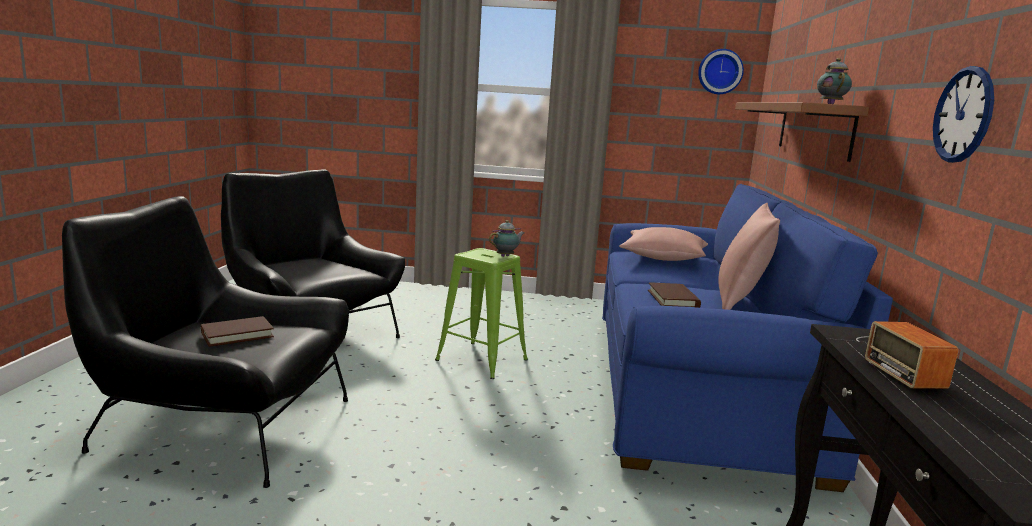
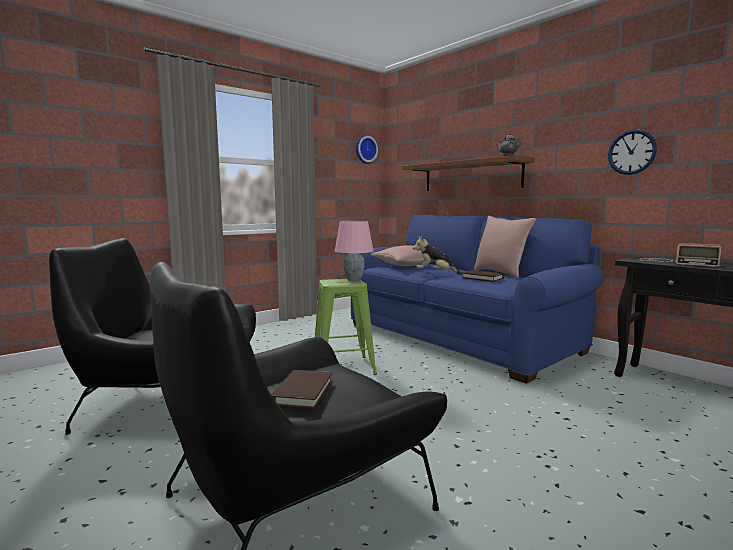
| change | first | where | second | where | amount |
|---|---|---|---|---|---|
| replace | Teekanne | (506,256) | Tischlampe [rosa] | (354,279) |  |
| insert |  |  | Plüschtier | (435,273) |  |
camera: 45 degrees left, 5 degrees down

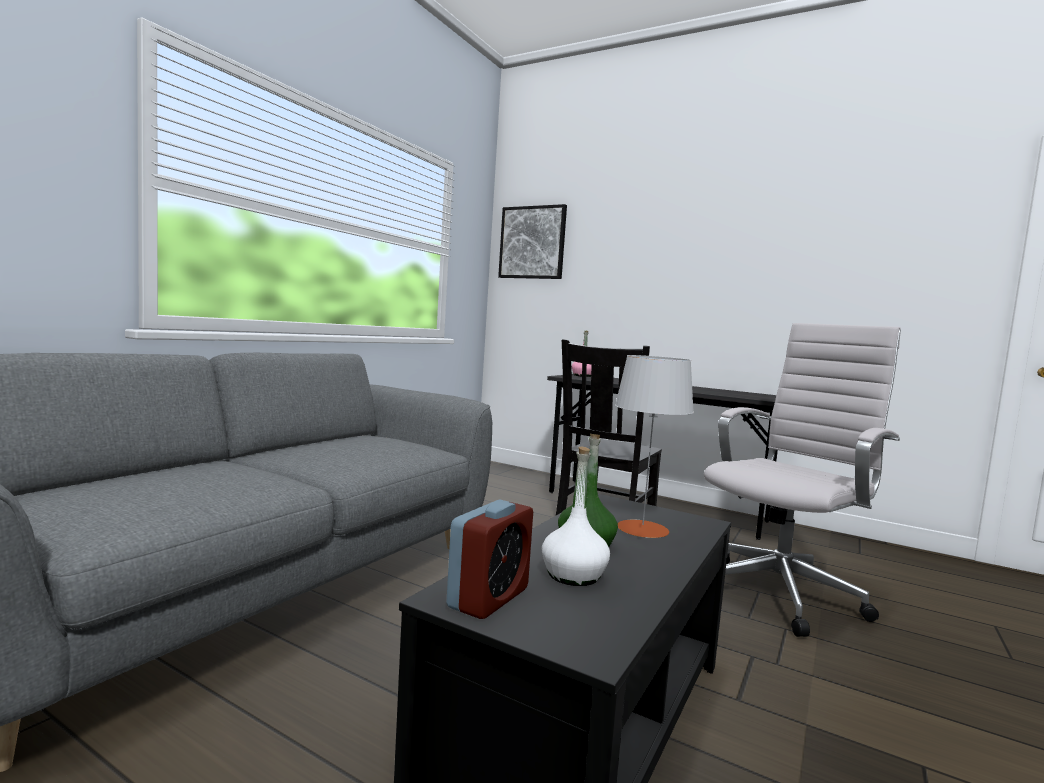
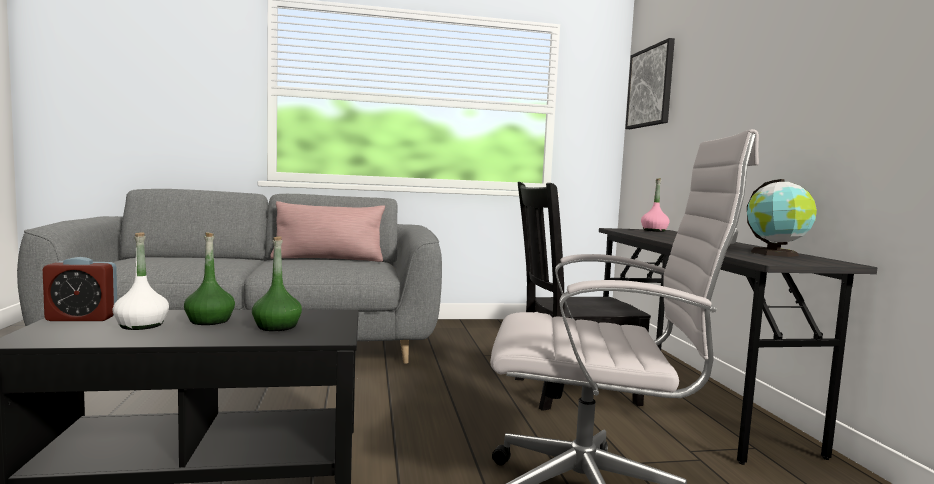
| change | first | where | second | where | amount |
|---|---|---|---|---|---|
| replace | Tischlampe [grau] | (642,529) | Flasche [grün] | (277,327) |  |
| insert |  |  | Globus | (776,254) |  |
| insert |  |  | Kissen [rosa] | (328,259) |  |
camera: 50 degrees right, 0 degrees up

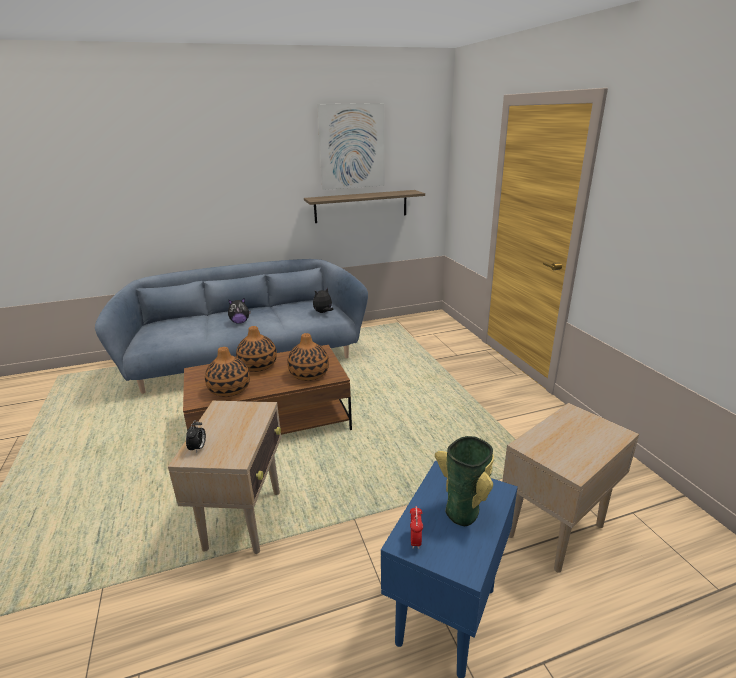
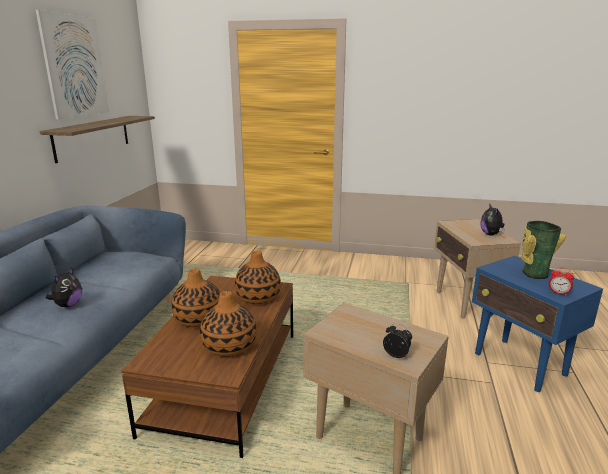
| change | first | where | second | where | amount |
|---|---|---|---|---|---|
| move | Plüschtier | (323,312) |  | (491,234) |  |
camera: 60 degrees left, 5 degrees down

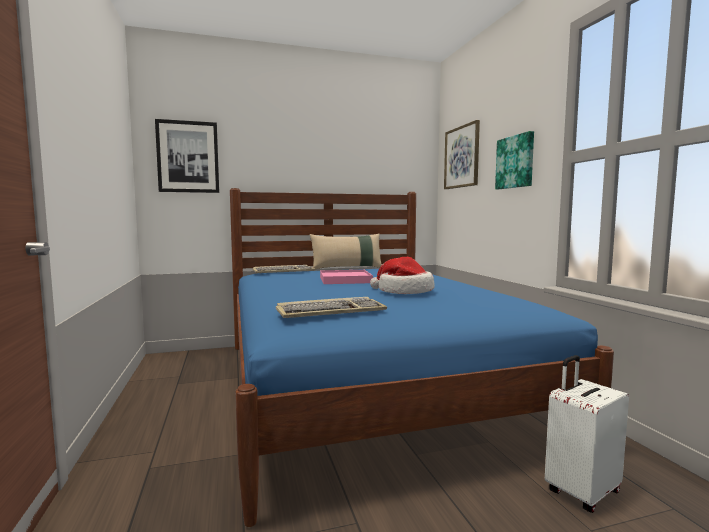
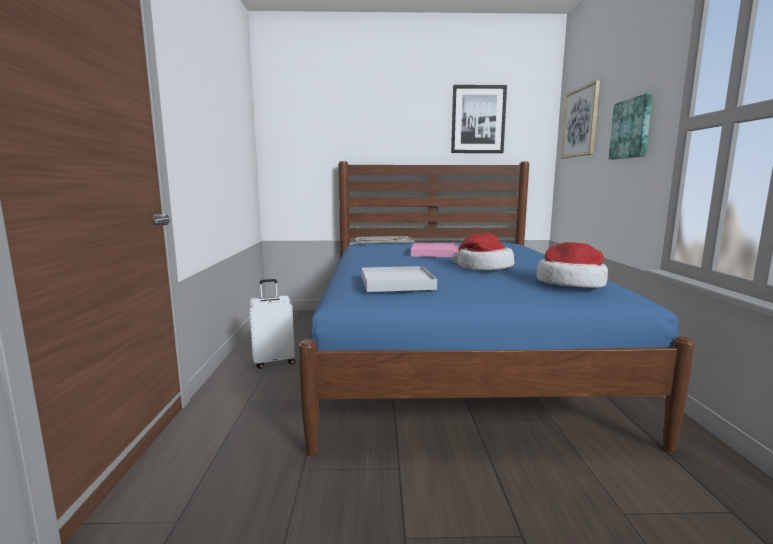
| change | first | where | second | where | amount |
|---|---|---|---|---|---|
| move | Bild | (188,157) |  | (478,119) |  |
| delete | Kissen [beige] | (347,268) |  |  |  |
| replace | Tastatur | (331,311) | Tablett [weiß] | (397,283) |  |
| move | Koffer [weiß] | (581,491) |  | (274,361) |  |
| insert |  |  | Hut | (571,283) |  |
camera: 15 degrees right, 5 degrees up

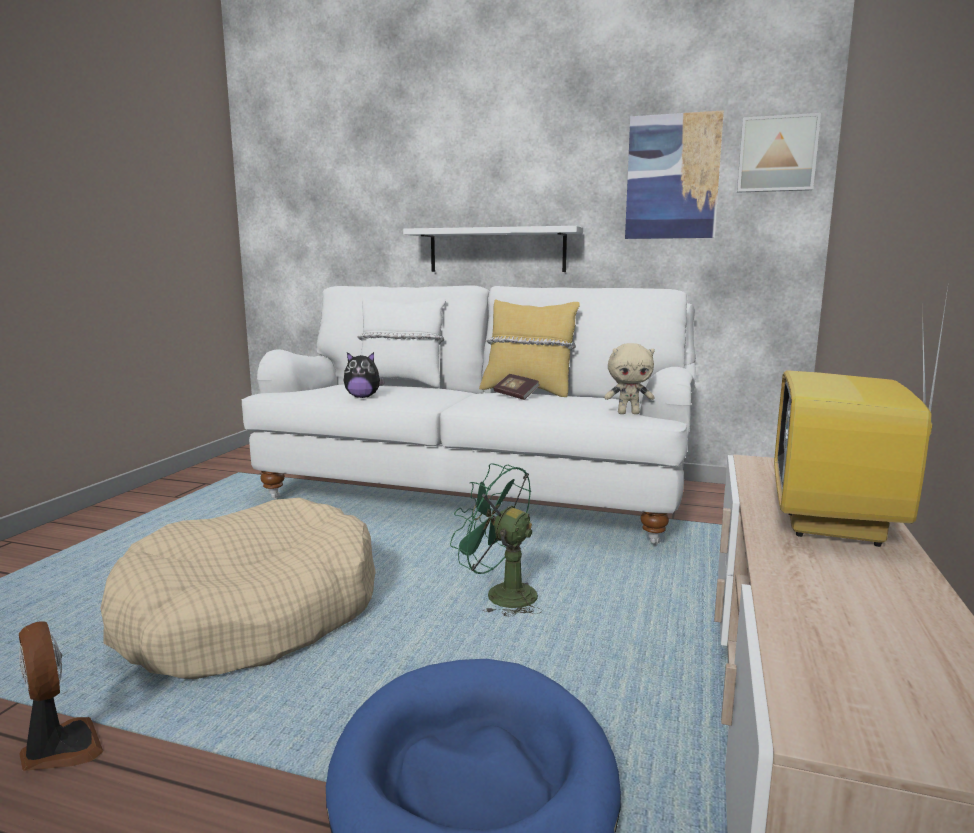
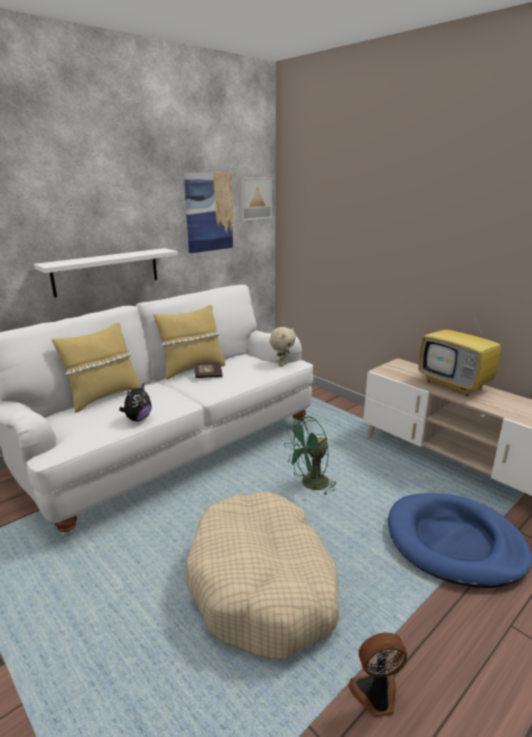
| change | first | where | second | where | amount |
|---|---|---|---|---|---|
| recolor | Kissen [weiß] | (400,383) | Kissen [gelb] | (104,397) |  |
camera: 60 degrees left, 10 degrees up

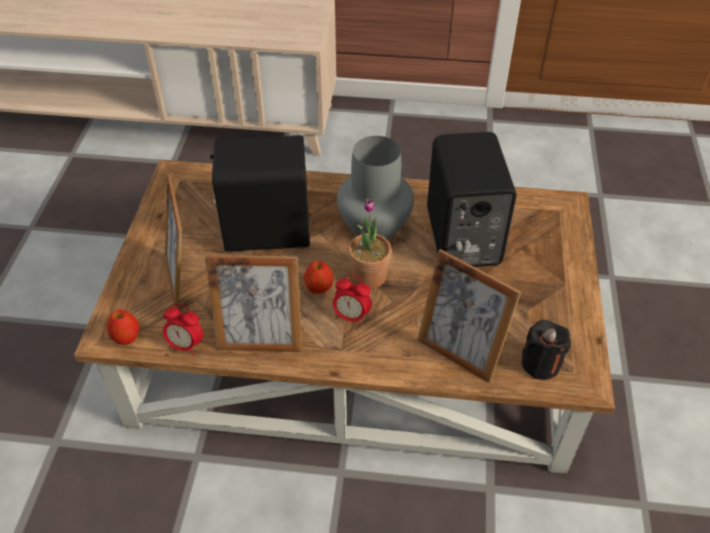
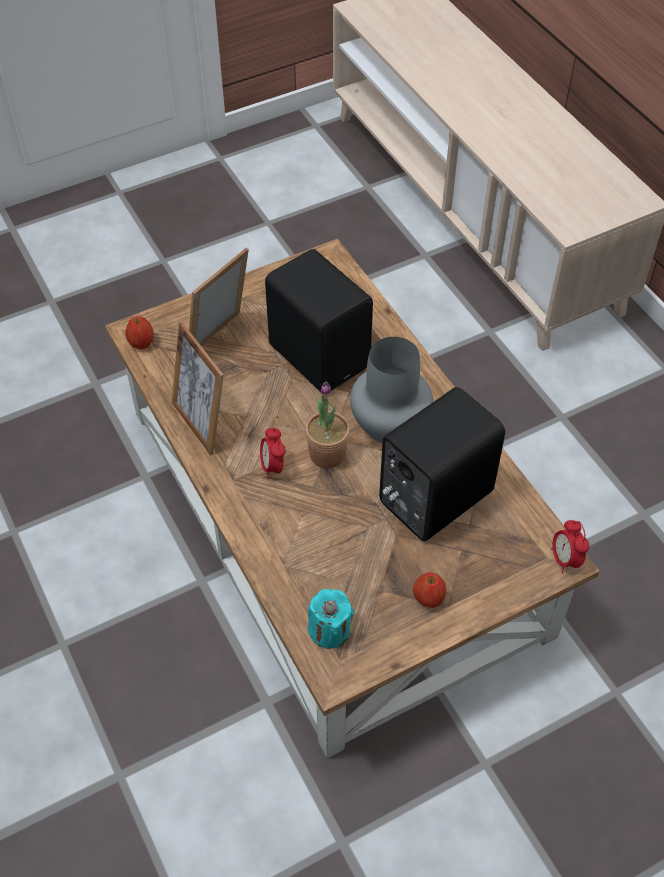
| change | first | where | second | where | amount |
|---|---|---|---|---|---|
| delete | Bilderrahmen | (459,353) |  |  |  |
| move | Apfel | (319,288) |  | (428,599) |  |
| move | Wecker | (185,345) |  | (565,559) |  |
| recolor | Kerze [schwarz] | (540,363) | Kerze [türkis] | (329,630) |  |
camera: 55 degrees right, 5 degrees up

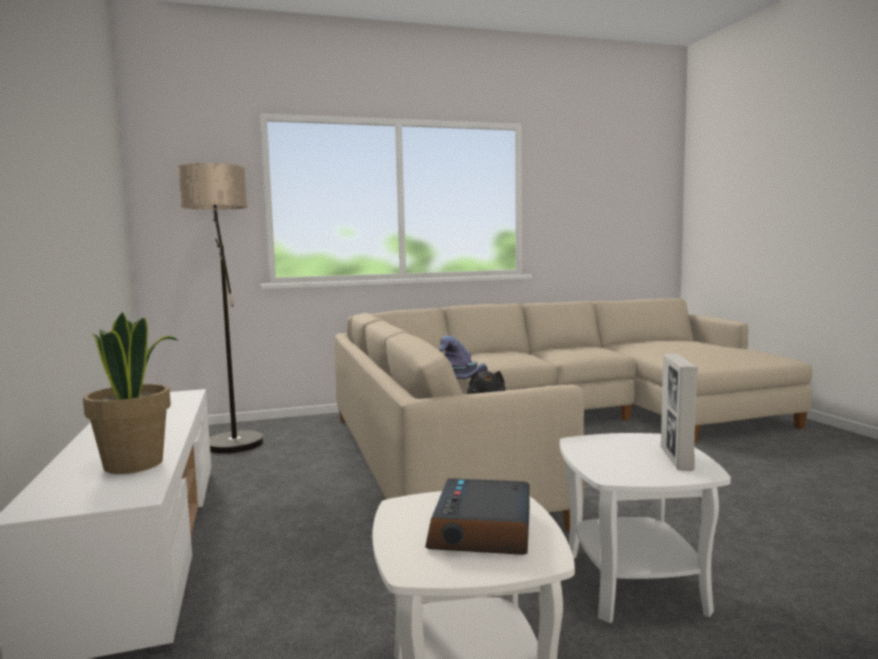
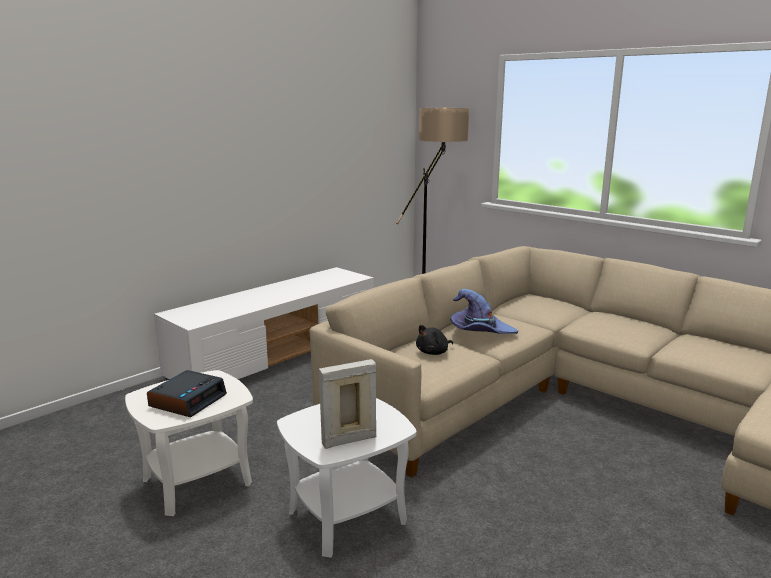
| change | first | where | second | where | amount |
|---|---|---|---|---|---|
| delete | Topfpflanze | (135,464) |  |  |  |
| rotate | Wecker | (482,530) |  | (188,400) | 135 degrees clockwise |
camera: 60 degrees right, 10 degrees up

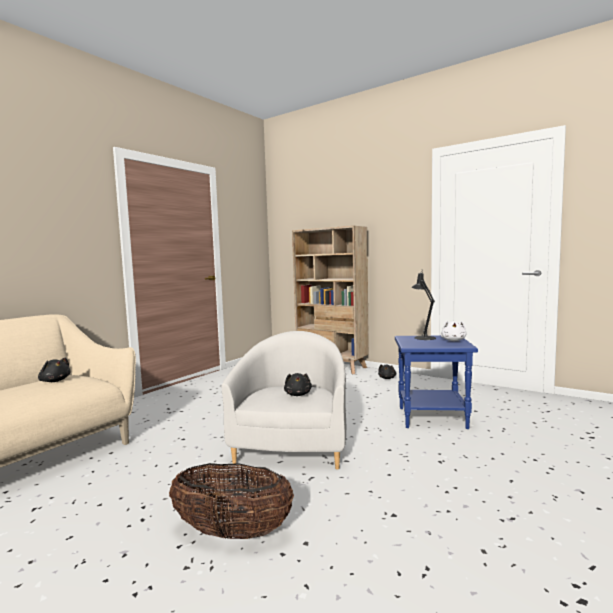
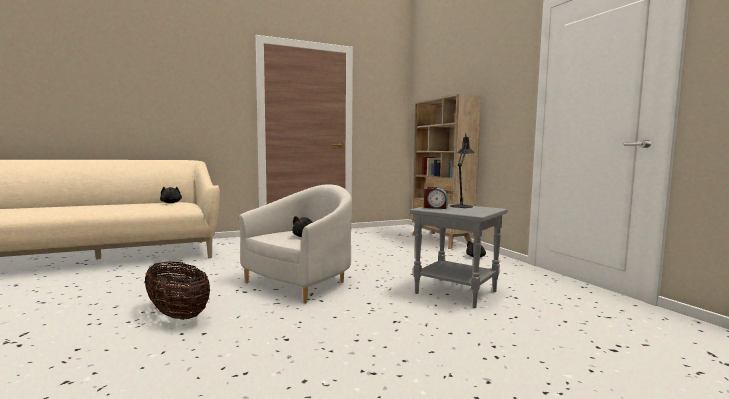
| change | first | where | second | where | amount |
|---|---|---|---|---|---|
| delete | Plüschtier [weiß] | (453,340) |  |  |  |
| recolor | Beistelltisch [blau] | (432,417) | Beistelltisch [grau] | (457,292) |  |
| insert |  |  | Wecker | (435,207) |  |
camera: 30 degrees right, 0 degrees up

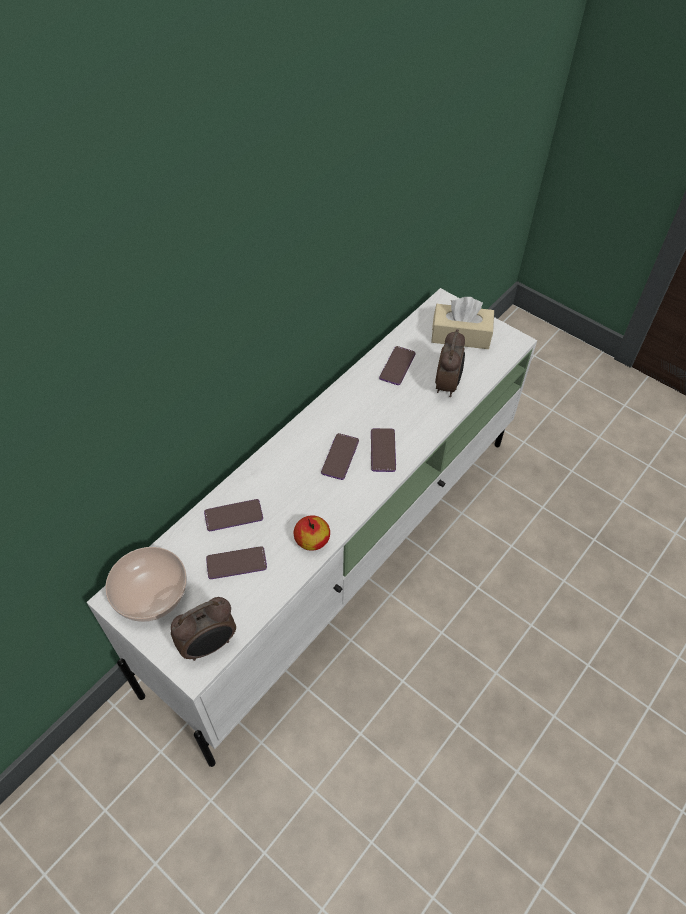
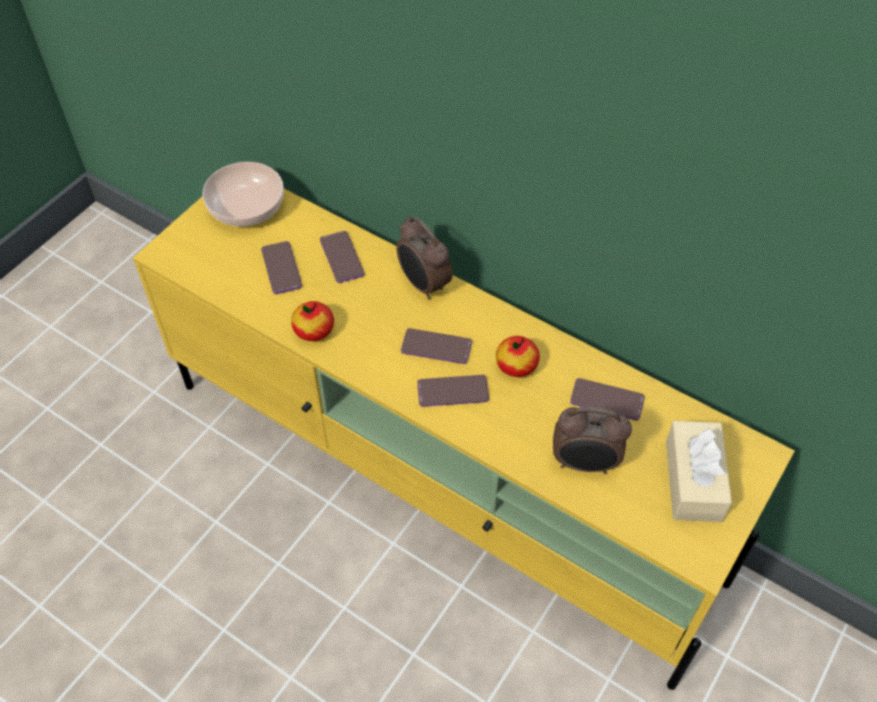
| change | first | where | second | where | amount |
|---|---|---|---|---|---|
| recolor | Fernsehschrank [weiß] | (341,555) | Fernsehschrank [gelb] | (442,482) |  |
| move | Wecker | (209,645) |  | (423,285) |  |
| insert |  |  | Apfel | (516,365) |  |
camera: 85 degrees right, 0 degrees up

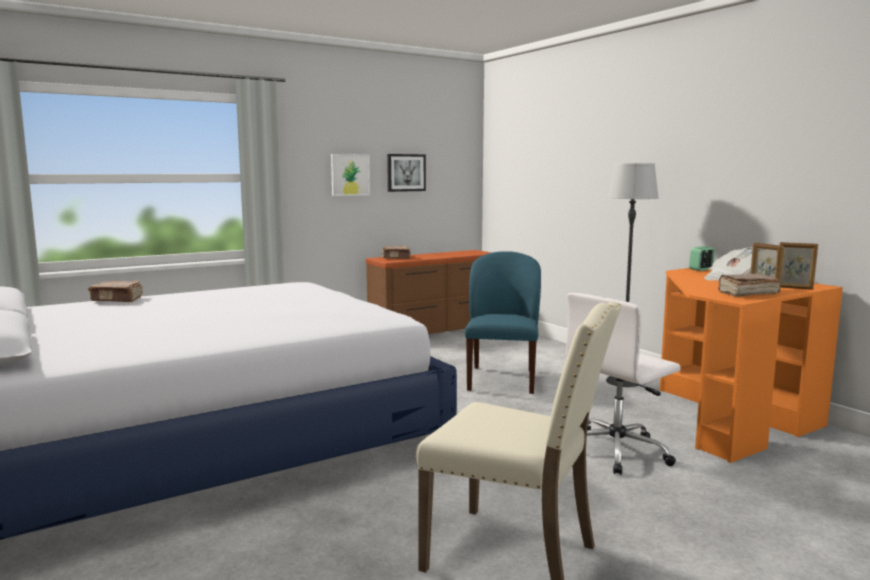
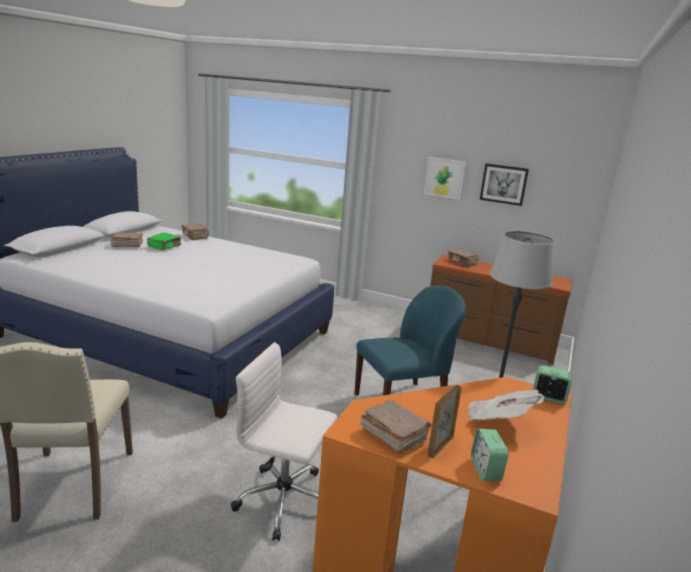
| change | first | where | second | where | amount |
|---|---|---|---|---|---|
| replace | Bilderrahmen | (794,288) | Wecker | (485,470) |  |
| insert |  |  | Buch [grün] | (164,247) |  |
| insert |  |  | Buch [braun] | (127,245) |  |
camera: 55 degrees right, 10 degrees up

